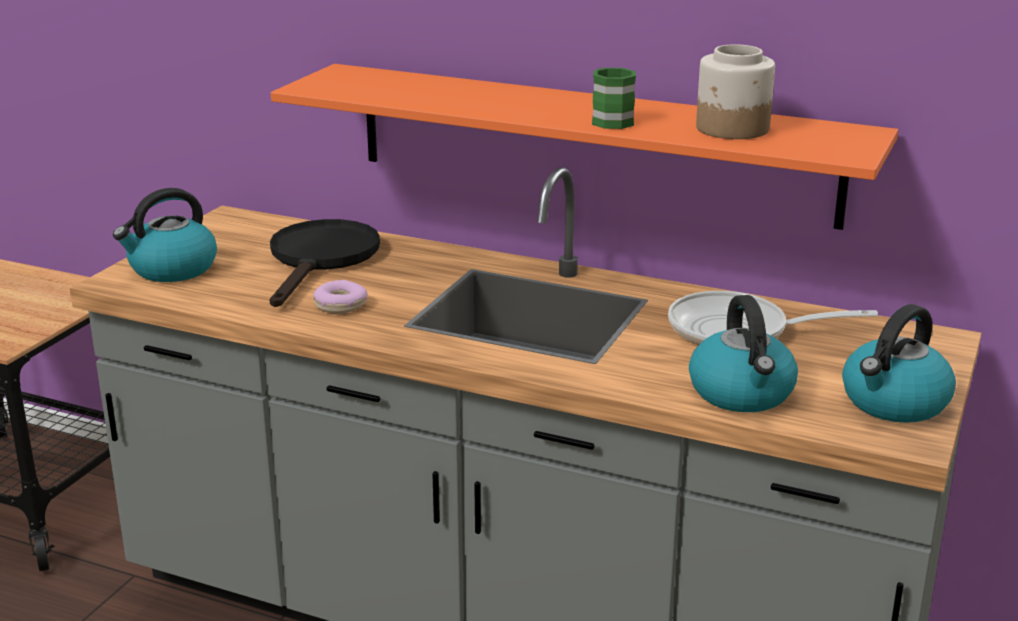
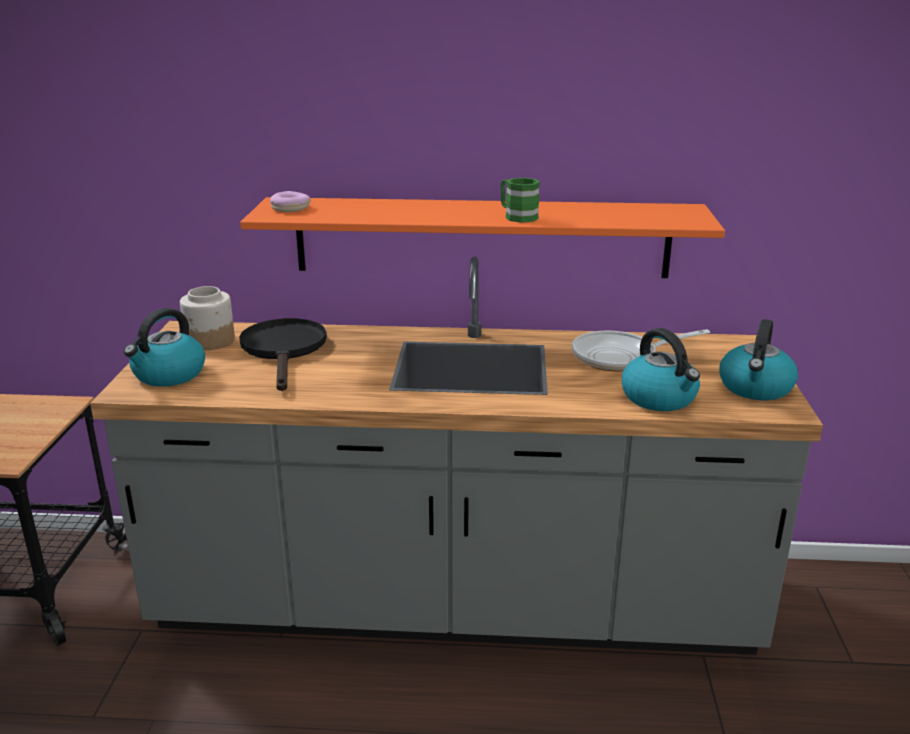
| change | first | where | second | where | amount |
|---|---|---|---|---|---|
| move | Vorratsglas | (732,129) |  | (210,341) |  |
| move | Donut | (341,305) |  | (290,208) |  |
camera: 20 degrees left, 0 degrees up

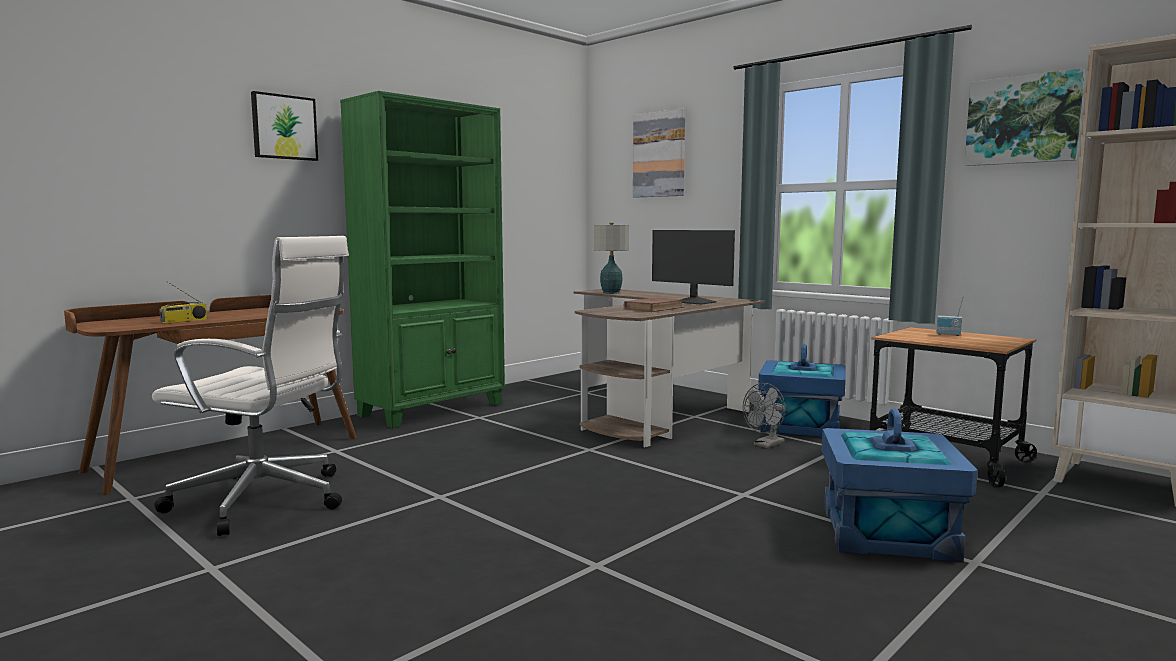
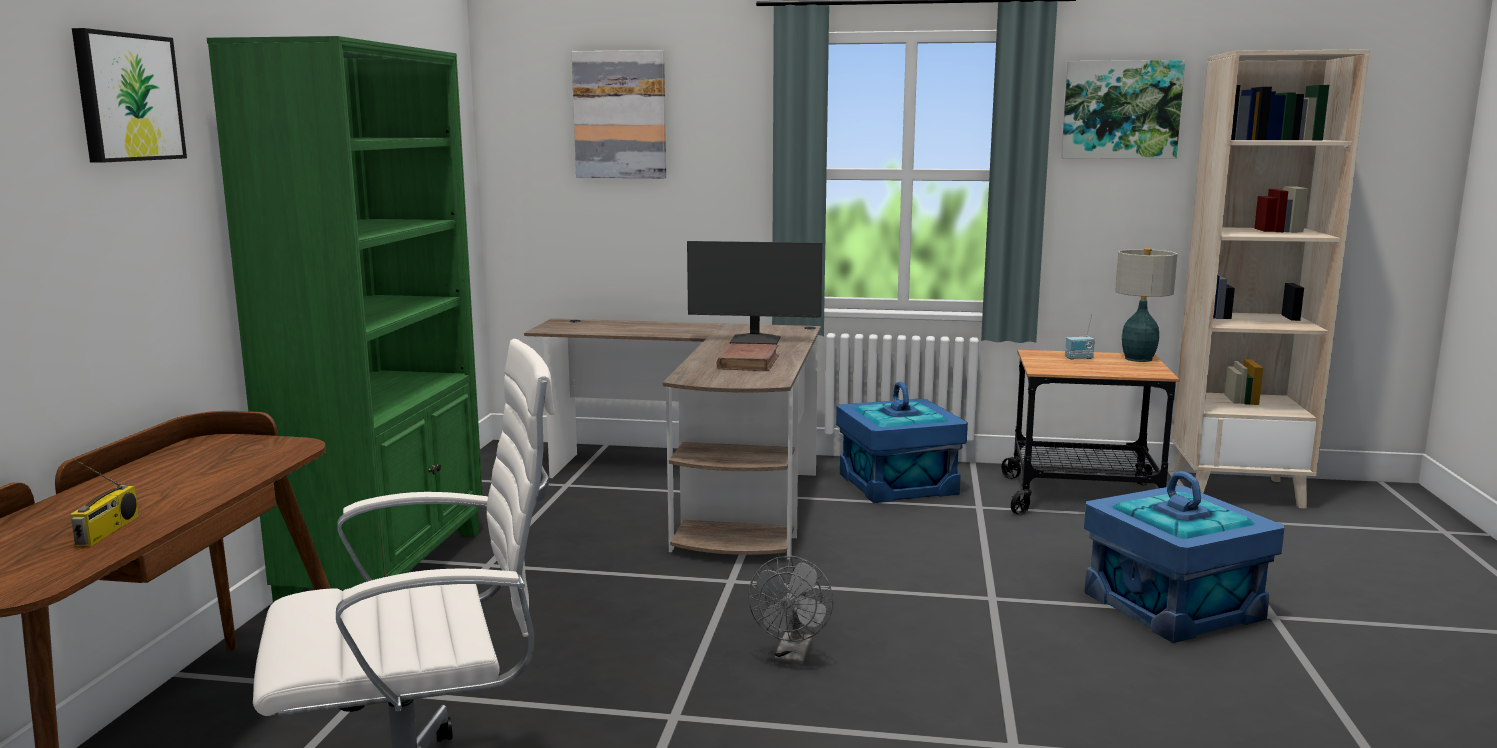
| change | first | where | second | where | amount |
|---|---|---|---|---|---|
| move | Tischlampe | (611,292) |  | (1138,359) |  |
| move | Ventilator [grau] | (766,445) |  | (792,656) |  |
camera: 35 degrees left, 5 degrees up

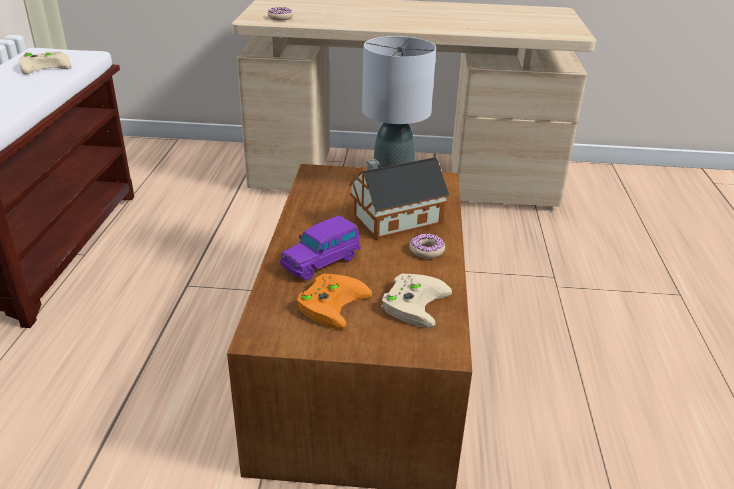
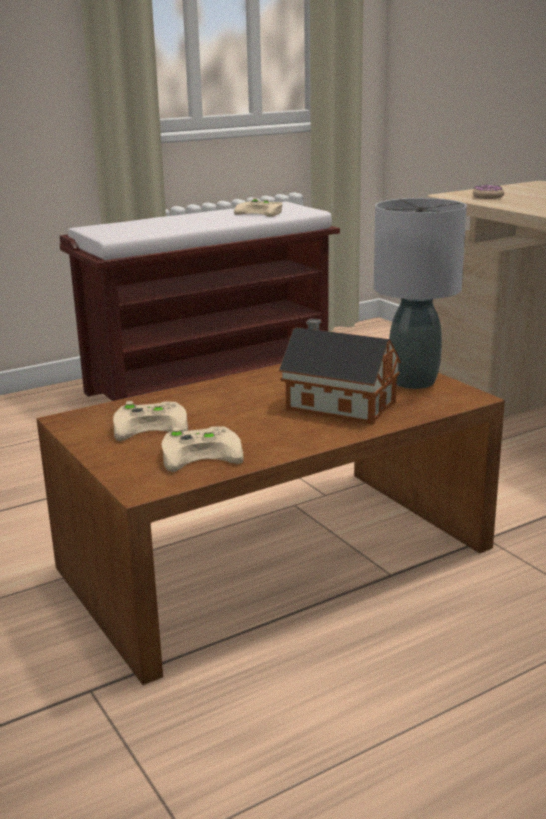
| change | first | where | second | where | amount |
|---|---|---|---|---|---|
| delete | Spielzeugauto [lila] | (322,262) |  |  |  |
| delete | Donut | (426,250) |  |  |  |
| recolor | Gamepad [orange] | (331,302) | Gamepad [beige] | (153,425) |  |
camera: 55 degrees right, 10 degrees down

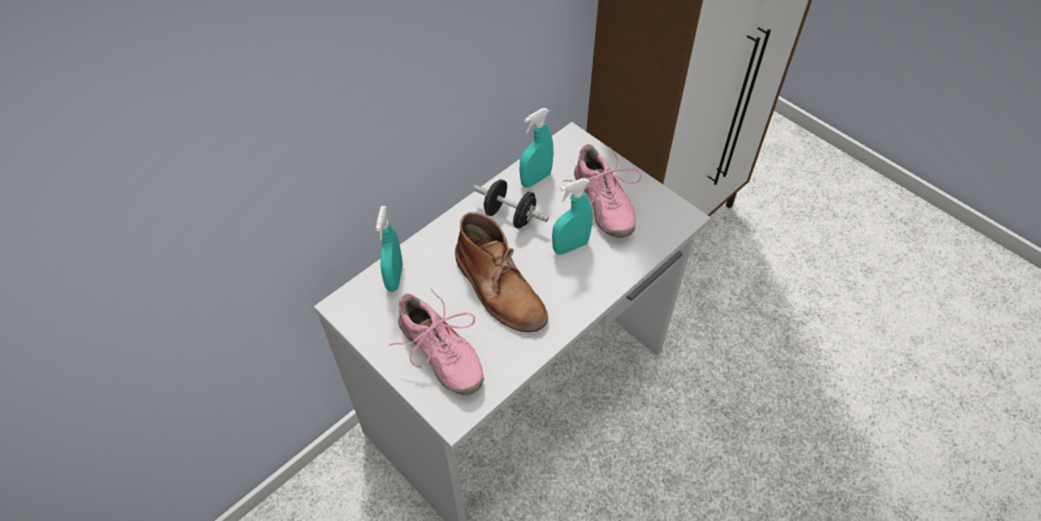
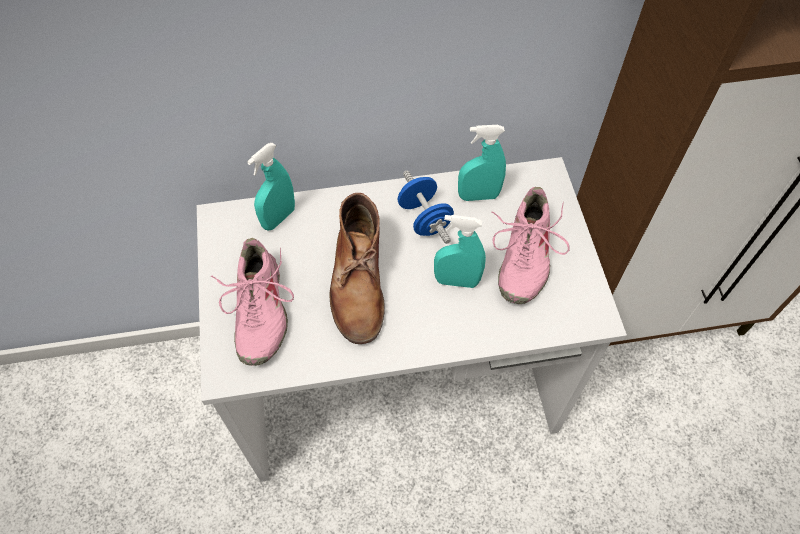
| change | first | where | second | where | amount |
|---|---|---|---|---|---|
| recolor | Hantel [schwarz] | (510,216) | Hantel [blau] | (424,219) |  |
camera: 35 degrees right, 5 degrees up

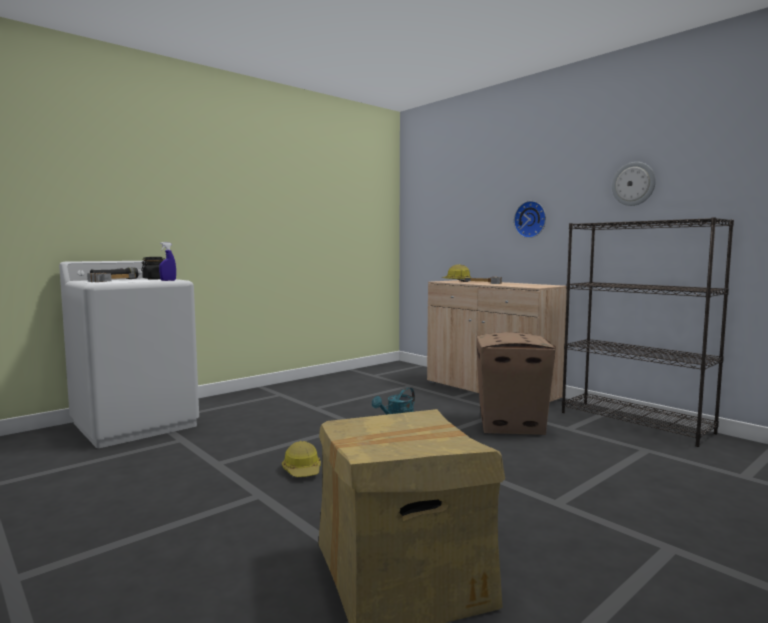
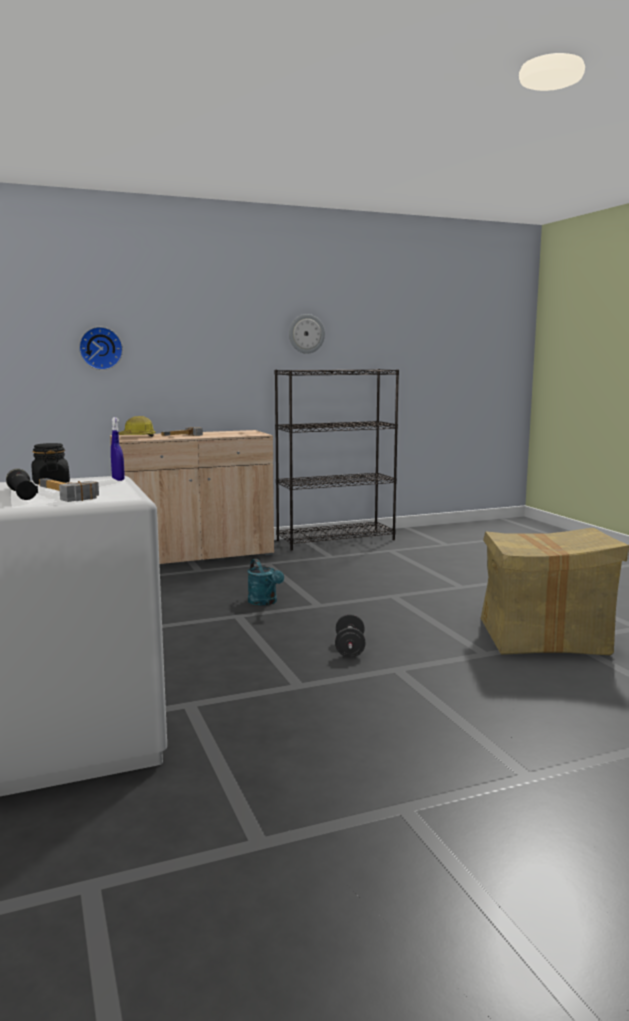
| change | first | where | second | where | amount |
|---|---|---|---|---|---|
| move | Wanduhr | (531,219) |  | (100,348) |  |
| delete | Karton | (511,424) |  |  |  |
| replace | Schutzhelm | (302,470) | Hantel [schwarz] | (350,649) |  |
camera: 70 degrees left, 5 degrees up

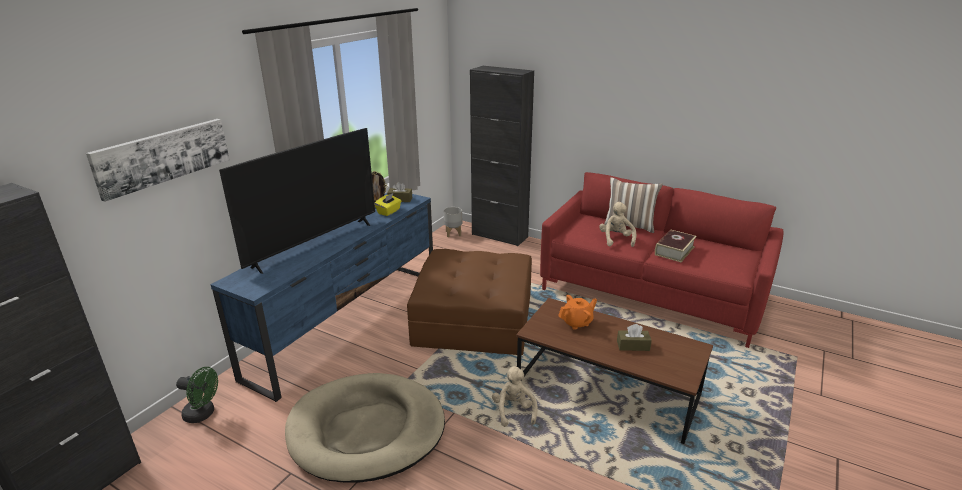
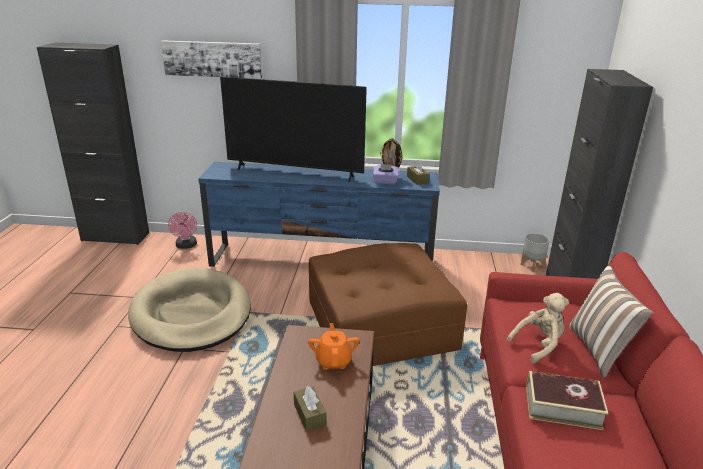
| change | first | where | second | where | amount |
|---|---|---|---|---|---|
| recolor | Taschentuchbox [gelb] | (389,212) | Taschentuchbox [lila] | (385,182) |  |
| rotate | Teekanne [orange] | (577,322) |  | (333,361) | 135 degrees counterclockwise |
| delete | Plüschtier [beige] | (514,411) |  |  |  |
| recolor | Ventilator [grün] | (203,414) | Ventilator [rosa] | (186,246) |  |
camera: 65 degrees right, 0 degrees up

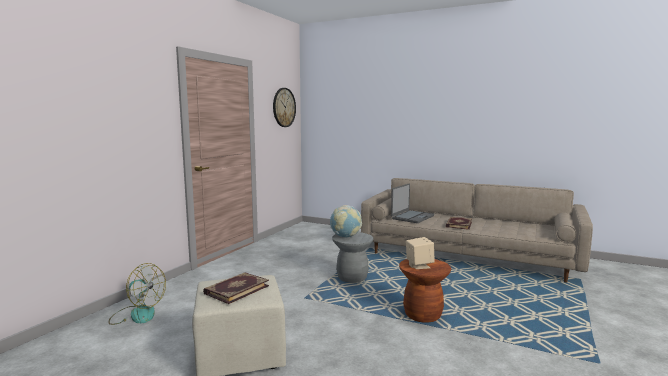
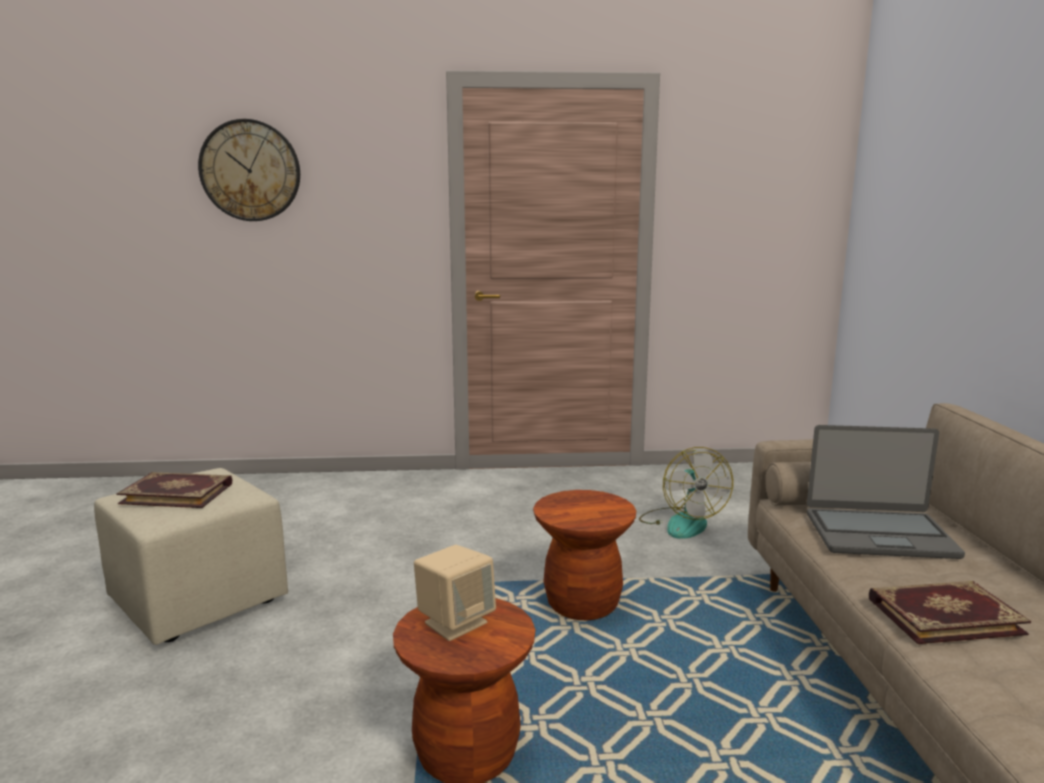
| change | first | where | second | where | amount |
|---|---|---|---|---|---|
| move | Wanduhr | (284,107) |  | (250,171) |  |
| delete | Globus | (345,236) |  |  |  |
| recolor | Hocker [grau] | (352,278) | Hocker [braun] | (582,604) |  |
| move | Ventilator | (137,314) |  | (681,522) |  |
camera: 60 degrees right, 5 degrees up

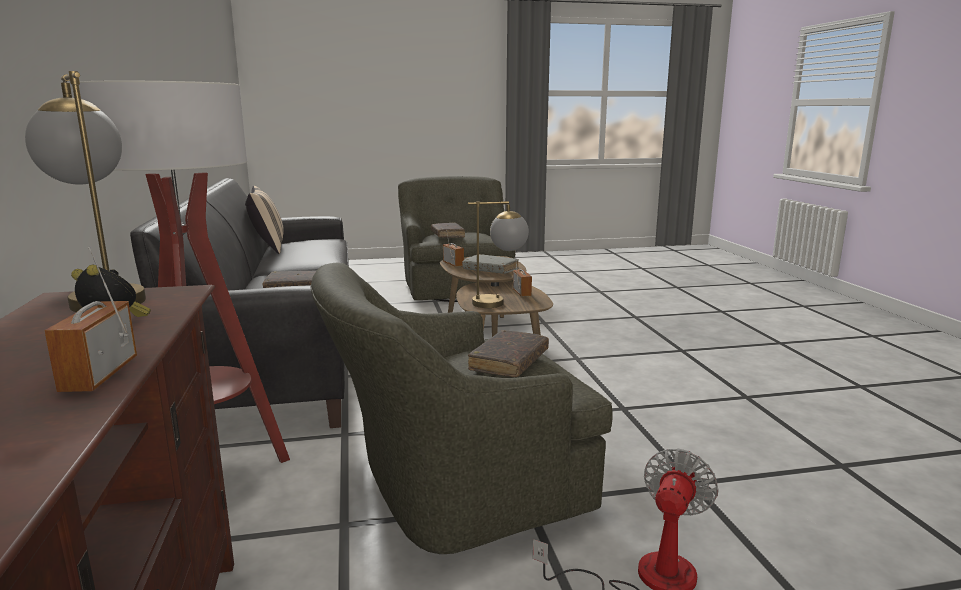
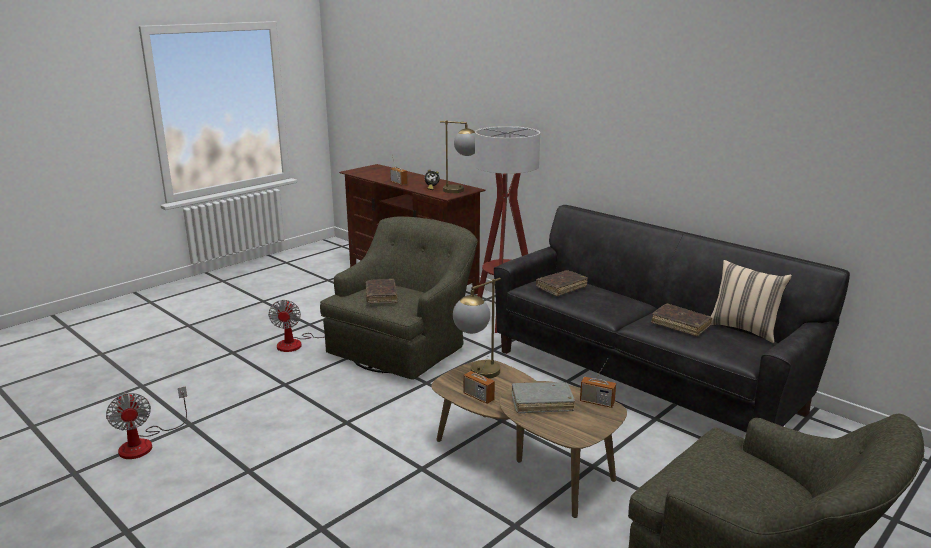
| change | first | where | second | where | amount |
|---|---|---|---|---|---|
| move | Buch [braun] | (447,235) |  | (680,325) |  |
| insert |  |  | Ventilator | (145,443) |  |
camera: 145 degrees right, 5 degrees up

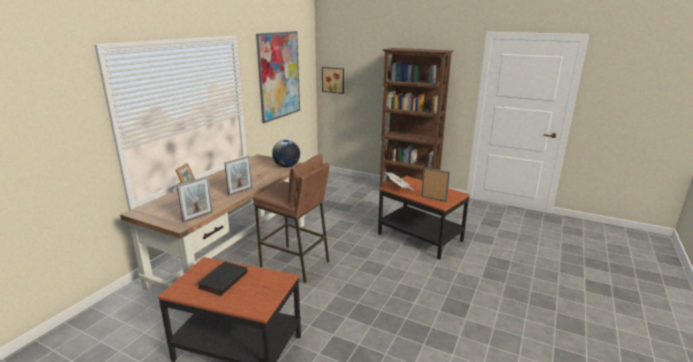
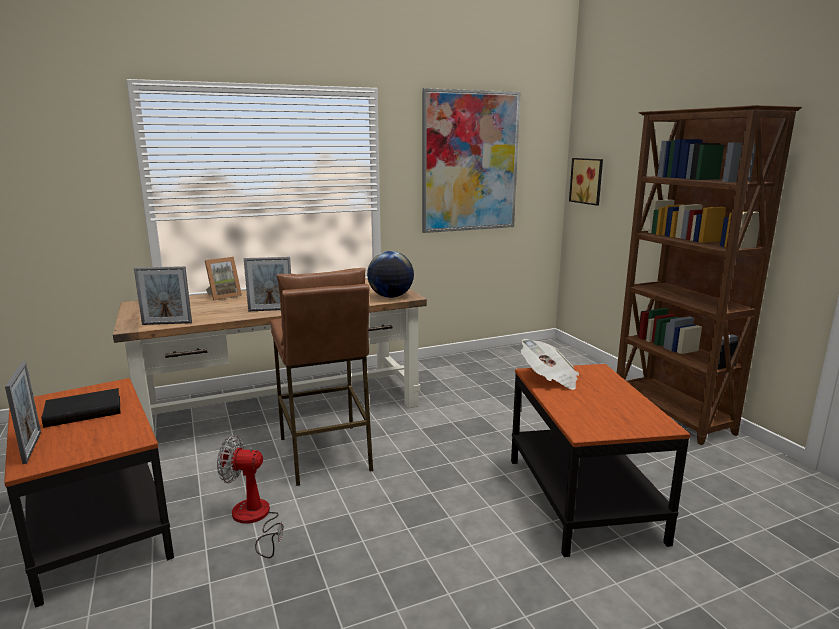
| change | first | where | second | where | amount |
|---|---|---|---|---|---|
| move | Bilderrahmen | (434,199) |  | (32,447) |  |
| insert |  |  | Ventilator | (255,519) |  |
camera: 40 degrees right, 5 degrees down

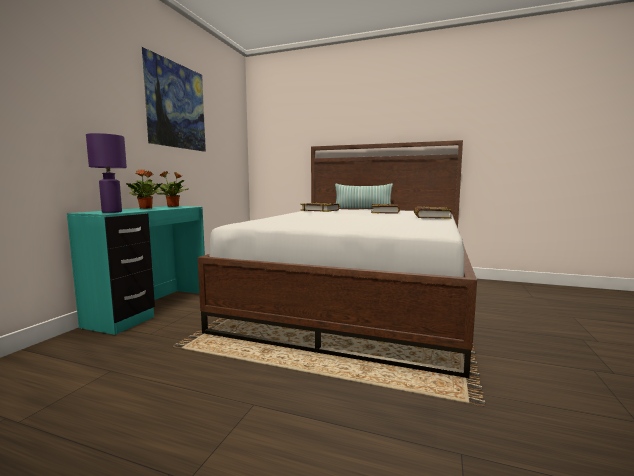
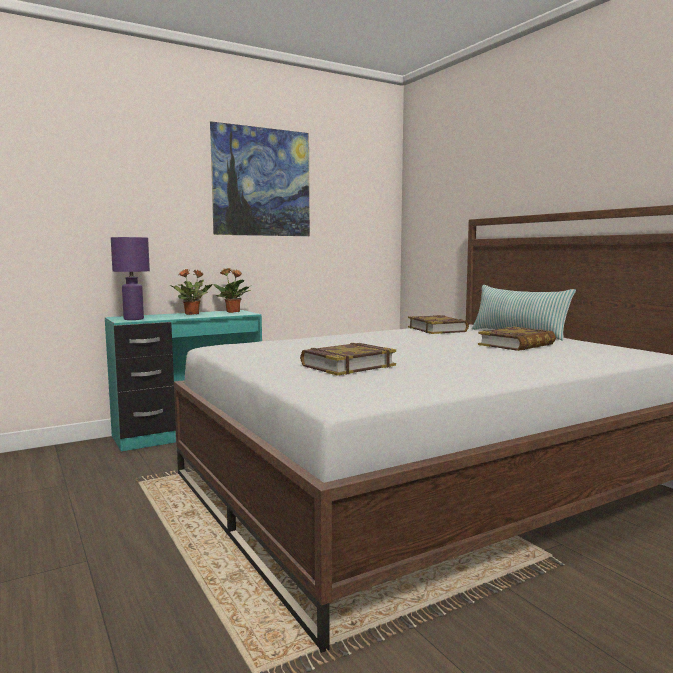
| change | first | where | second | where | amount |
|---|---|---|---|---|---|
| move | Buch | (431,216) |  | (347,365) |  |
camera: 40 degrees right, 0 degrees up

